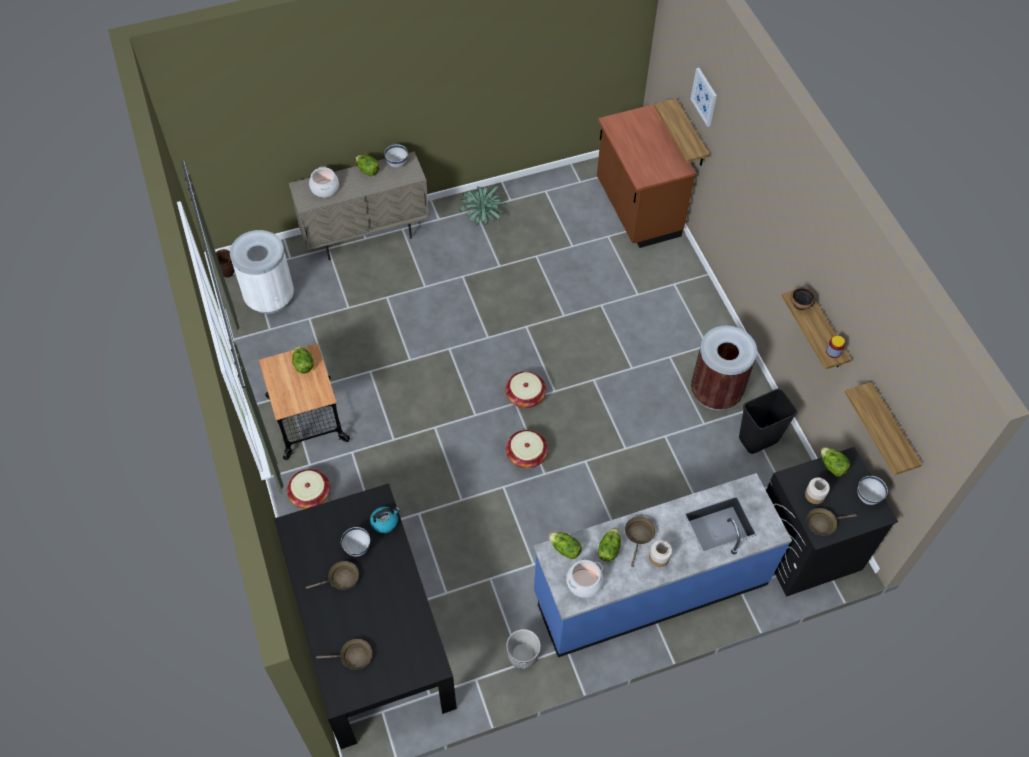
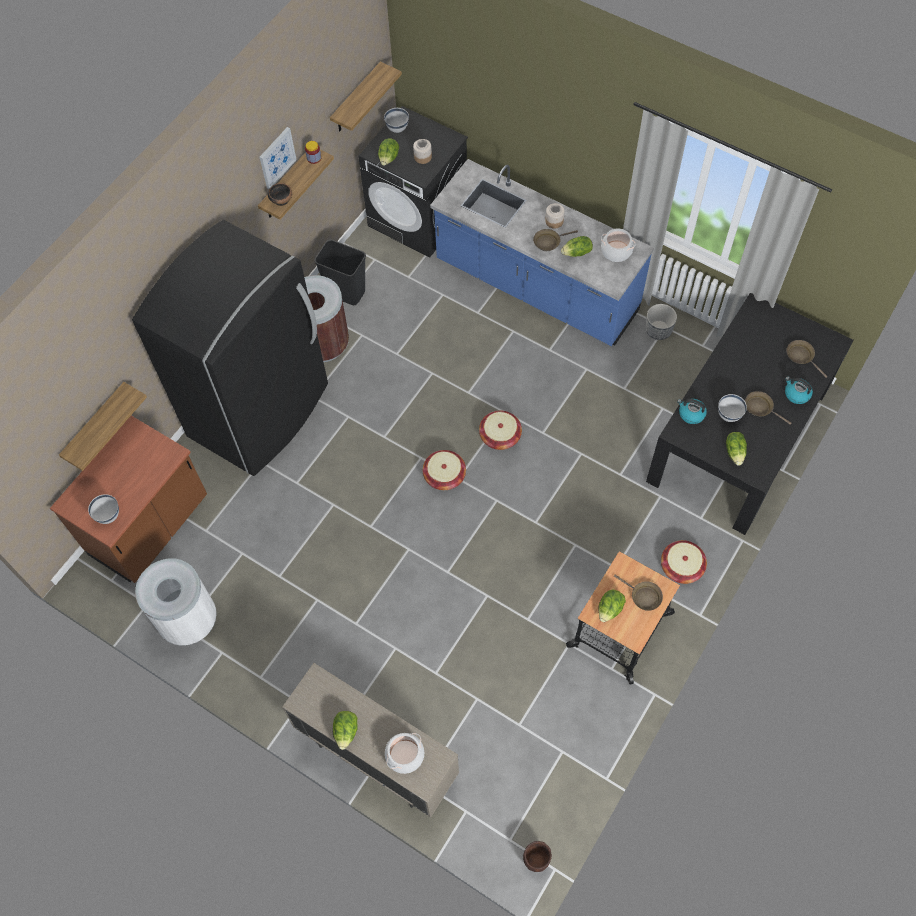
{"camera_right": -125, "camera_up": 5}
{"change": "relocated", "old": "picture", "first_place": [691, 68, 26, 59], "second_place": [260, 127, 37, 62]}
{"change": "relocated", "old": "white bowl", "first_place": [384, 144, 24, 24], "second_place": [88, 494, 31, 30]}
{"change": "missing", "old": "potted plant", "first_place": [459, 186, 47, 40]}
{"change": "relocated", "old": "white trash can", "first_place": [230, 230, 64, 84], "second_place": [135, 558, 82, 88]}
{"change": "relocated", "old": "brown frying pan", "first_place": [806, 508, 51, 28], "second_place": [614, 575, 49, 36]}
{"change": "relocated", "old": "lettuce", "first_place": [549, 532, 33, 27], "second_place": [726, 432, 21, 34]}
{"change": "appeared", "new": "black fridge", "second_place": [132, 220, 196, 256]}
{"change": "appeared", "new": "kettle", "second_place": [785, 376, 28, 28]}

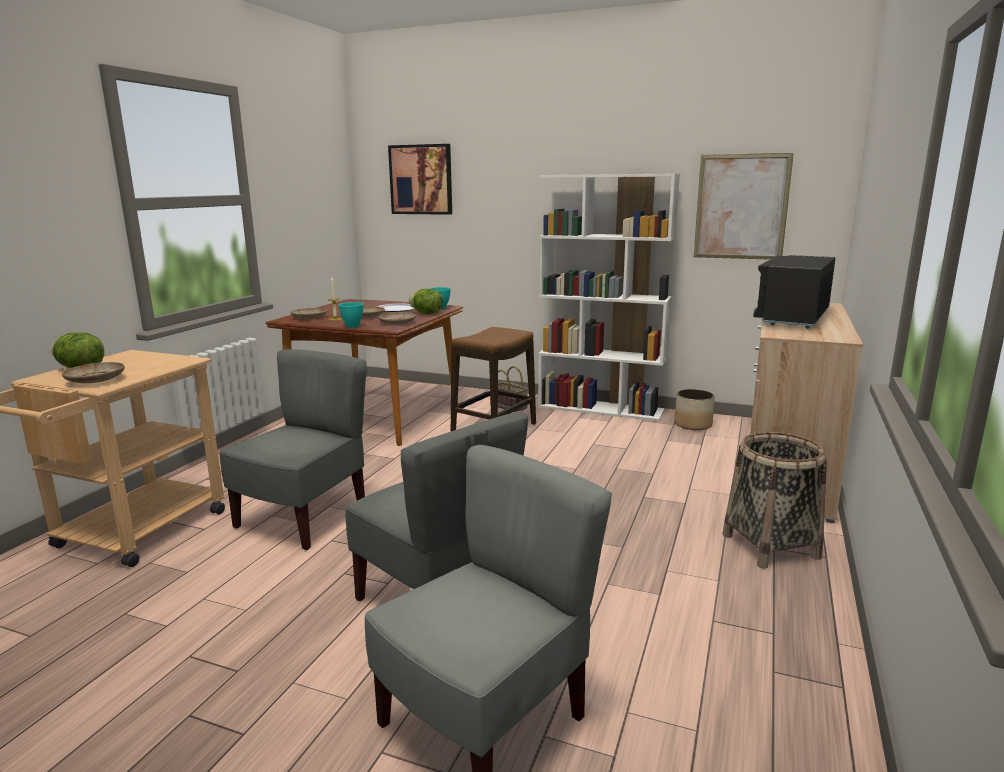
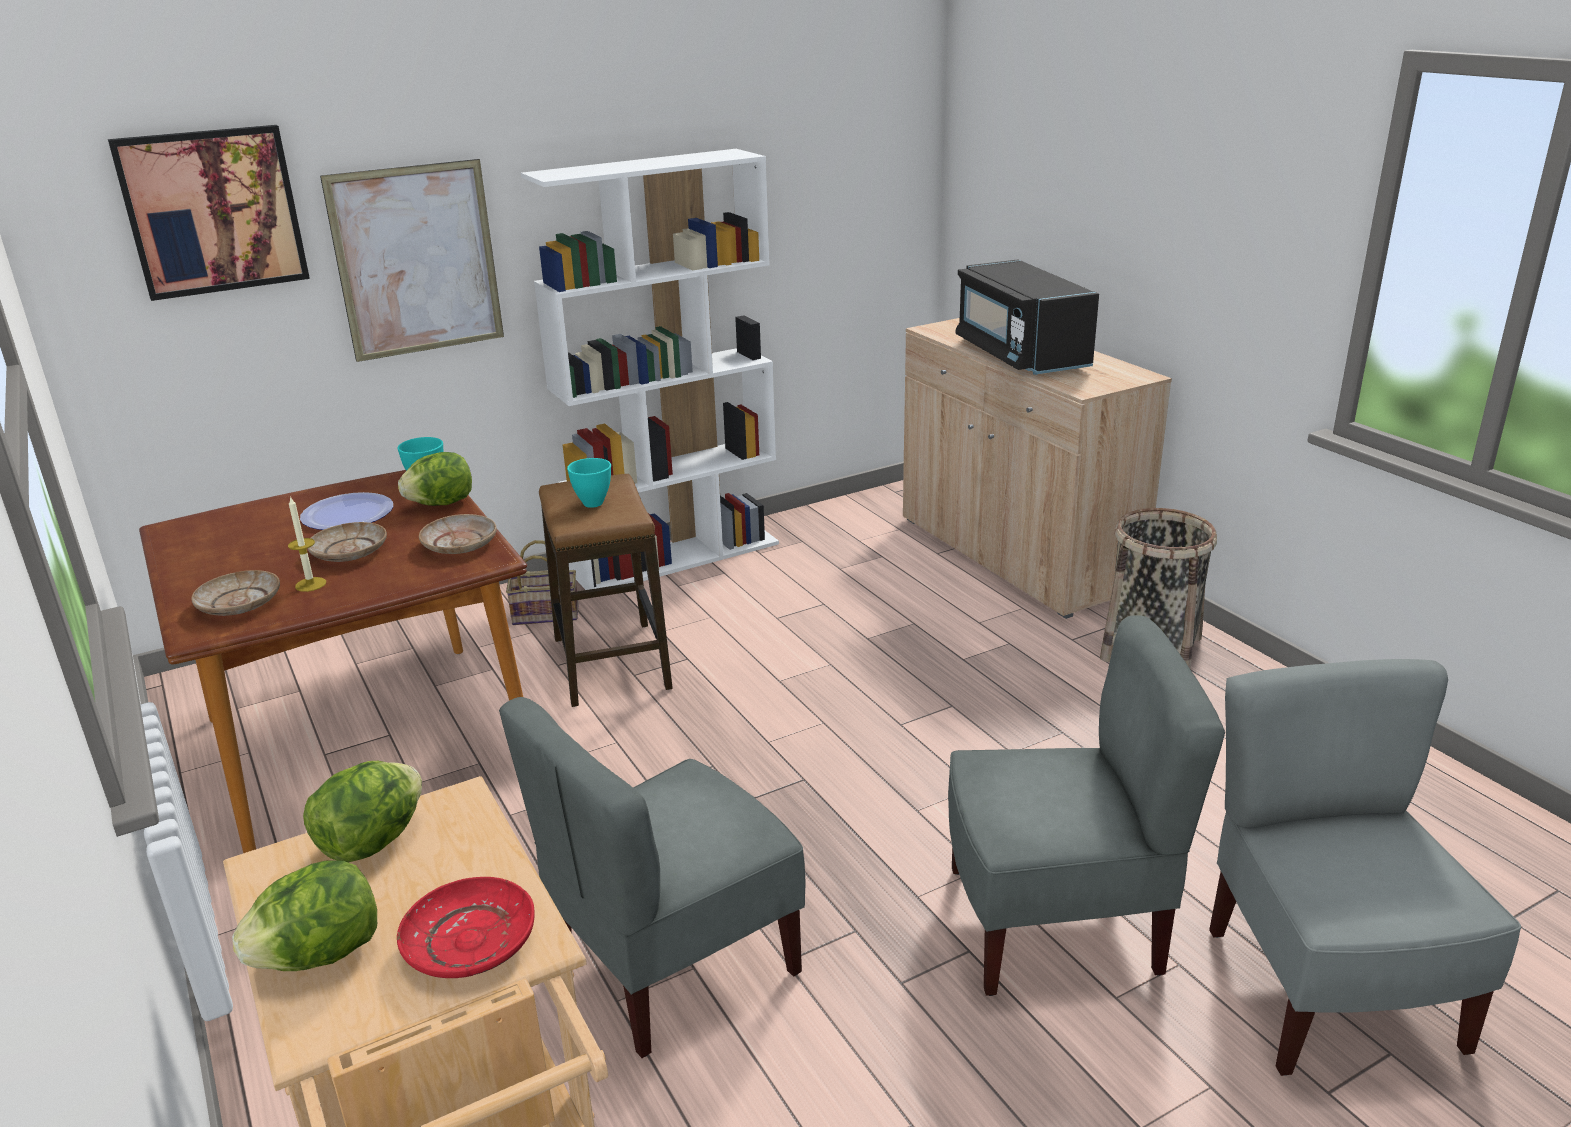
{"camera_right": -50, "camera_up": 10}
{"change": "relocated", "old": "picture", "first_place": [694, 153, 100, 107], "second_place": [320, 159, 184, 203]}
{"change": "relocated", "old": "turquoise bowl", "first_place": [339, 302, 25, 26], "second_place": [567, 458, 44, 50]}
{"change": "spun", "old": "grey chair", "first_place": [220, 349, 147, 201], "second_place": [499, 697, 307, 361], "degrees": -105}
{"change": "colour", "old": "beige plate", "new": "red plate", "first_place": [62, 362, 63, 21], "second_place": [397, 877, 138, 101]}
{"change": "missing", "old": "planter", "first_place": [674, 389, 41, 41]}
{"change": "appeared", "new": "lettuce", "second_place": [303, 761, 119, 101]}

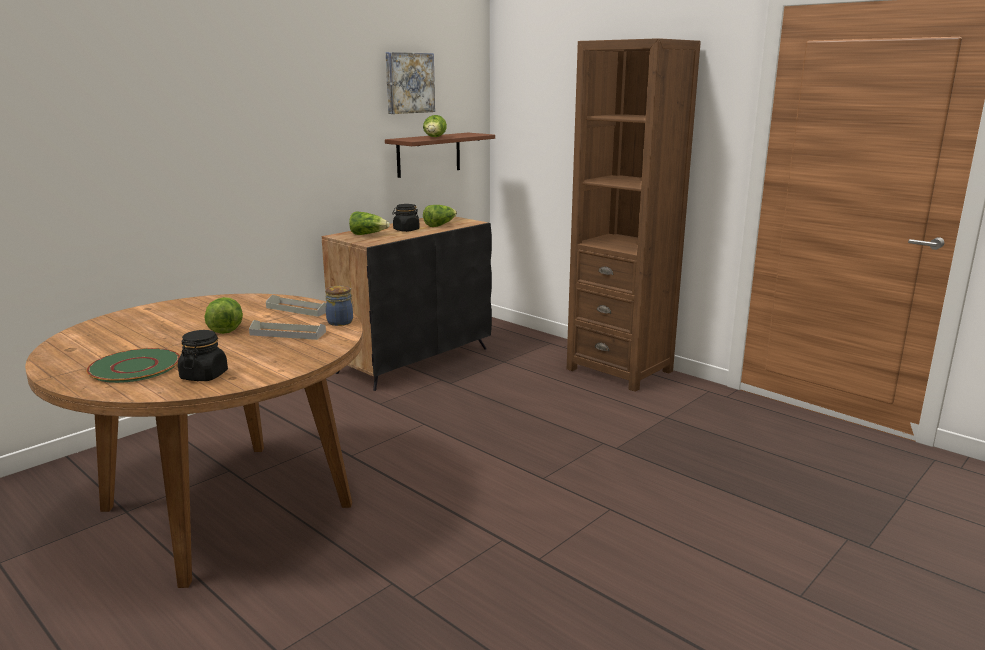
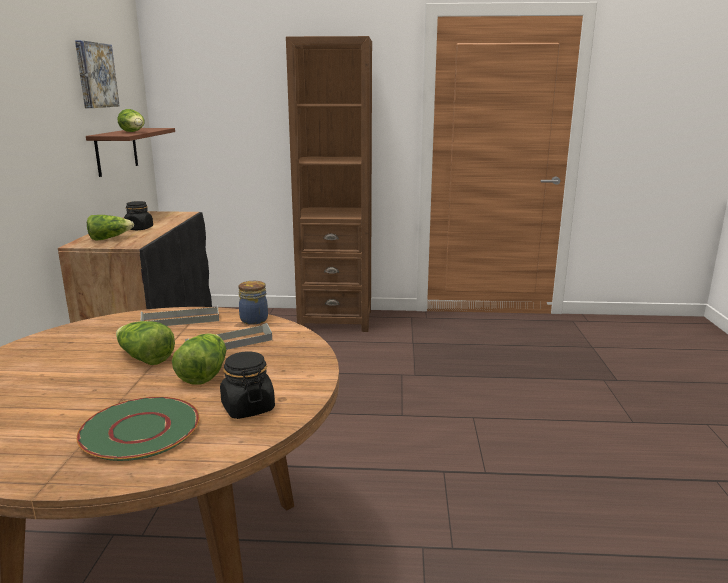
{"camera_right": -40, "camera_up": 0}
{"change": "relocated", "old": "lettuce", "first_place": [423, 205, 34, 22], "second_place": [172, 333, 54, 52]}

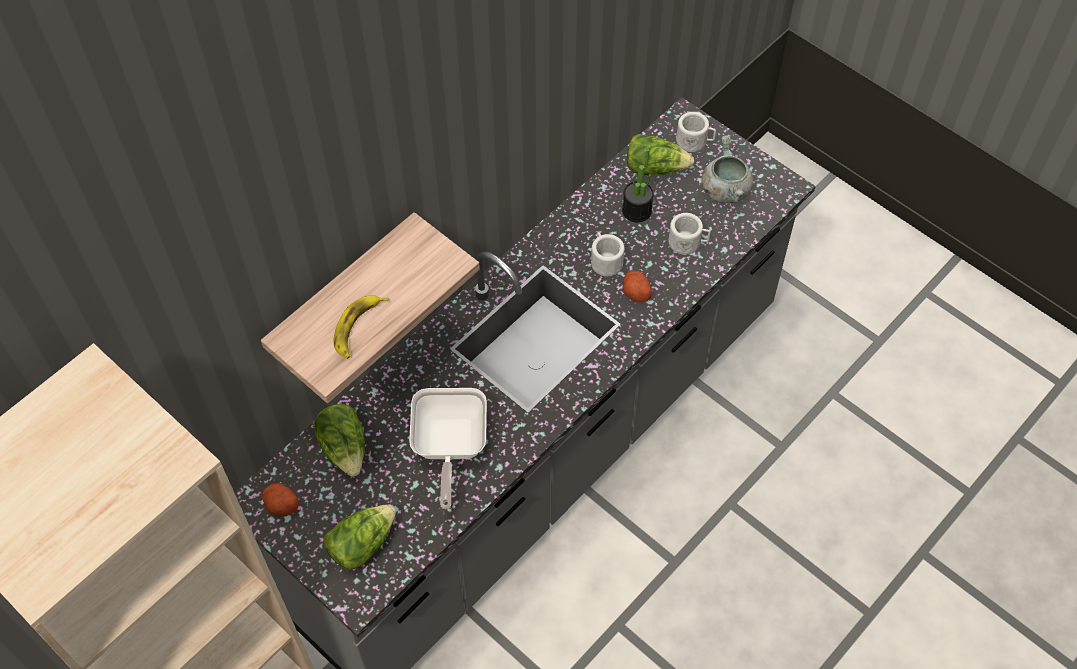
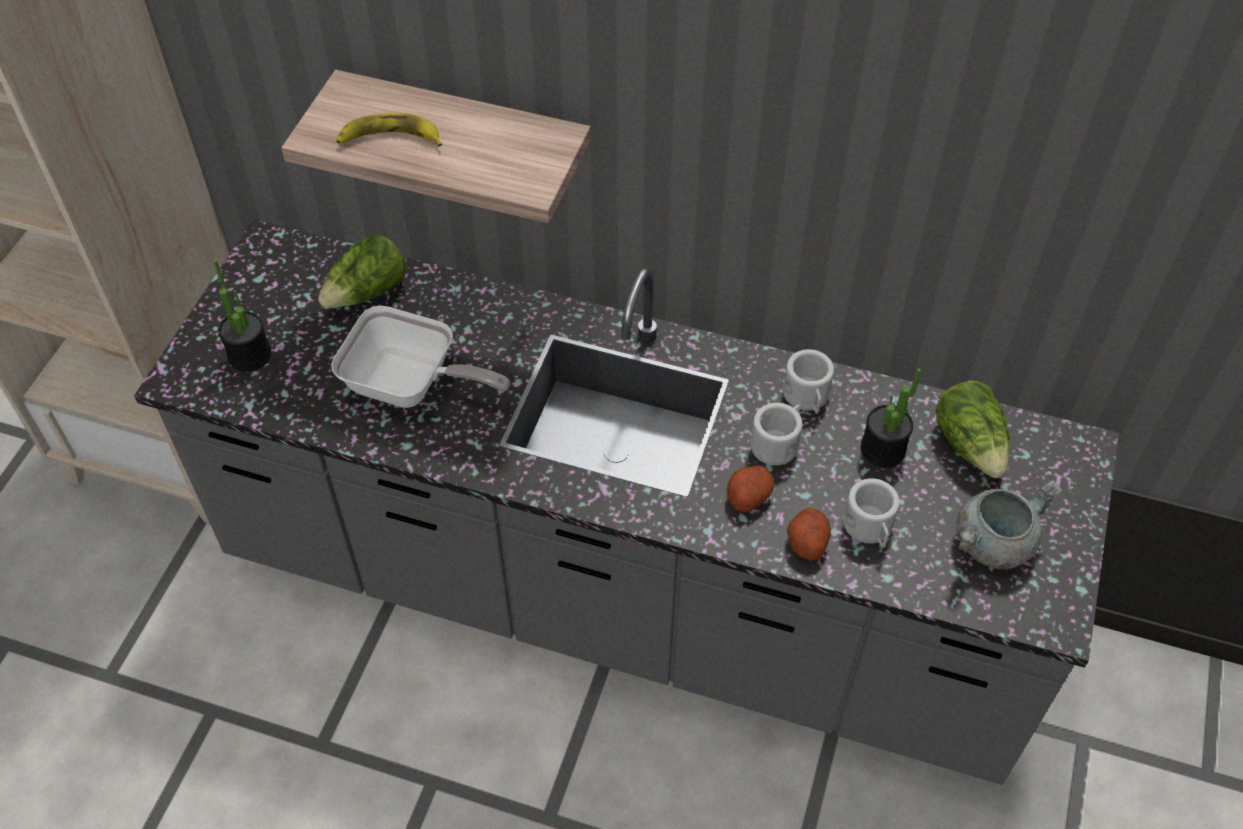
{"camera_right": 65, "camera_up": -5}
{"change": "relocated", "old": "white mug", "first_place": [676, 112, 40, 40], "second_place": [783, 349, 51, 65]}
{"change": "spun", "old": "frying pan", "first_place": [409, 388, 78, 121], "second_place": [331, 305, 179, 103], "degrees": -135}
{"change": "relocated", "old": "potato", "first_place": [262, 483, 37, 34], "second_place": [787, 508, 44, 52]}
{"change": "exchanged", "old": "lettuce", "new": "potted plant", "first_place": [323, 504, 73, 66], "second_place": [213, 260, 58, 111]}

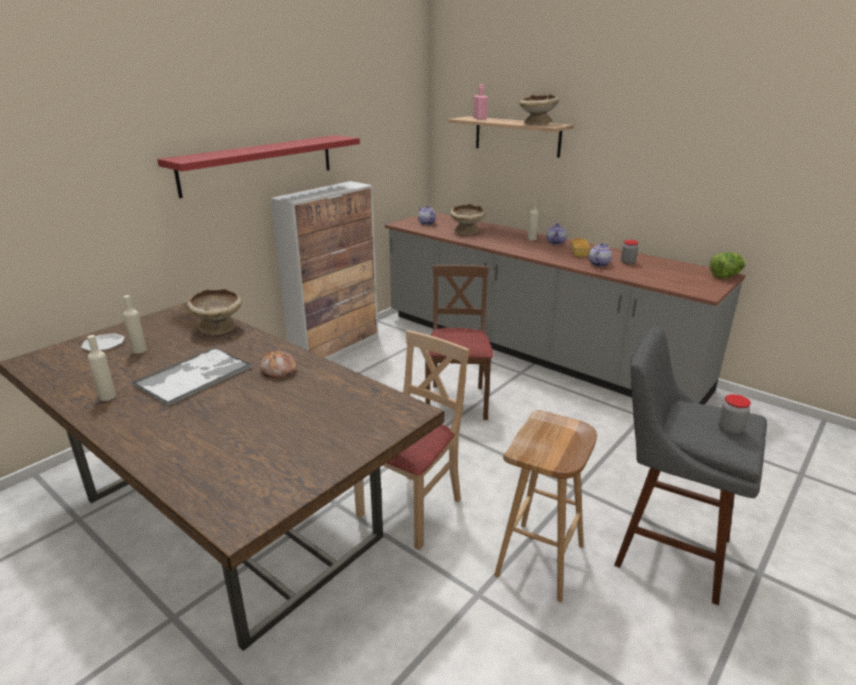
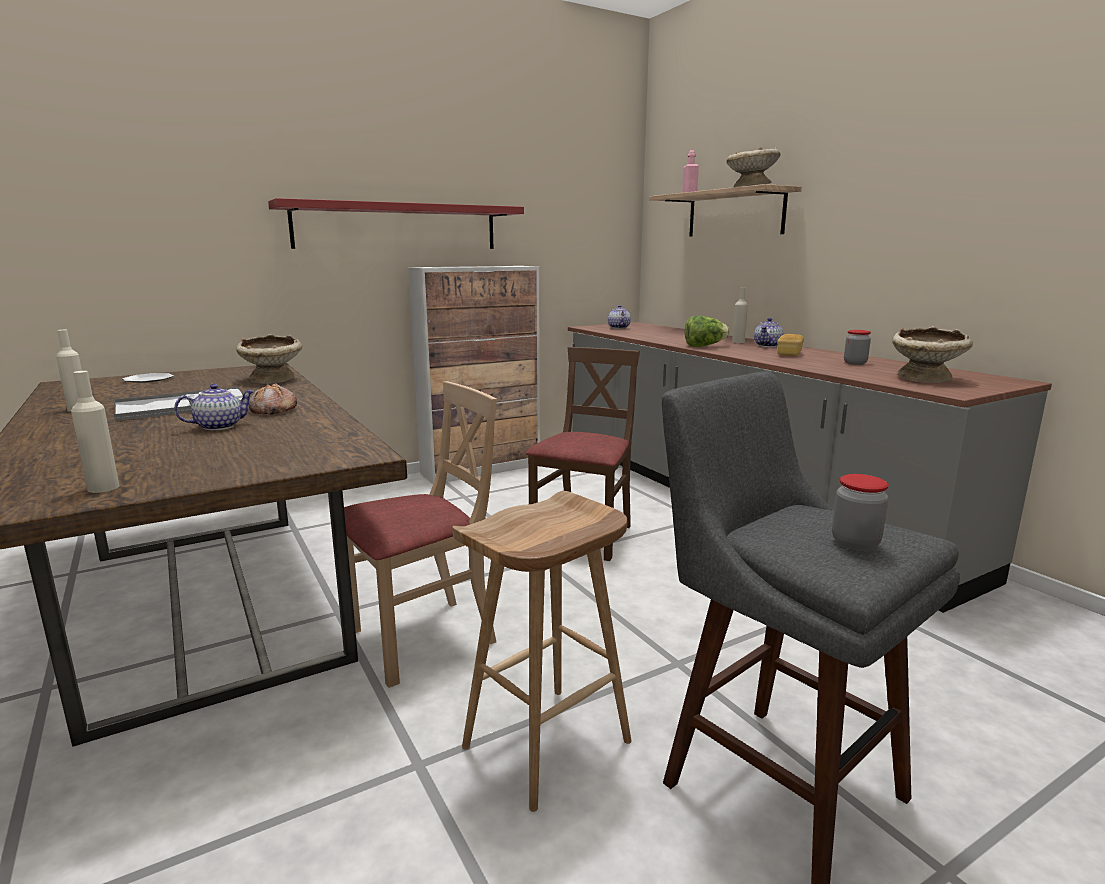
{"camera_right": 20, "camera_up": -10}
{"change": "relocated", "old": "beige bowl", "first_place": [450, 204, 36, 31], "second_place": [892, 326, 81, 57]}
{"change": "relocated", "old": "teapot", "first_place": [589, 243, 23, 24], "second_place": [174, 384, 81, 46]}
{"change": "relocated", "old": "lettuce", "first_place": [710, 252, 36, 27], "second_place": [685, 316, 44, 31]}
{"change": "relocated", "old": "beige bottle", "first_place": [123, 295, 24, 59], "second_place": [71, 371, 48, 122]}

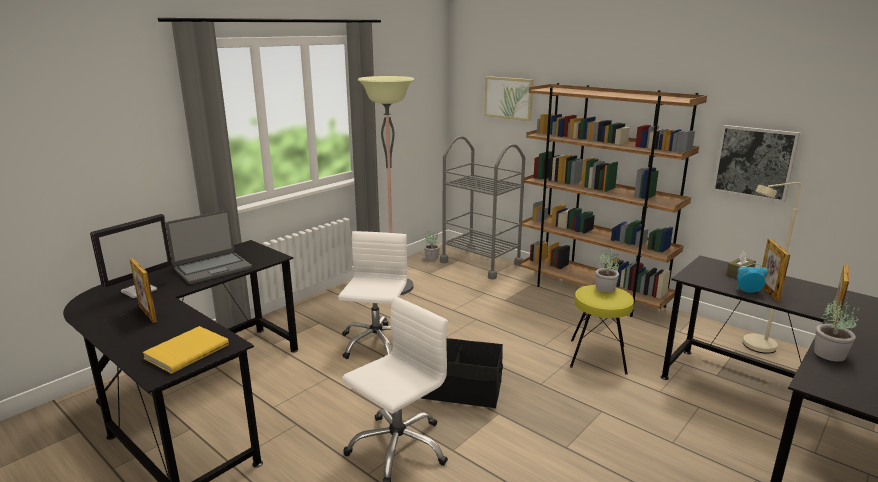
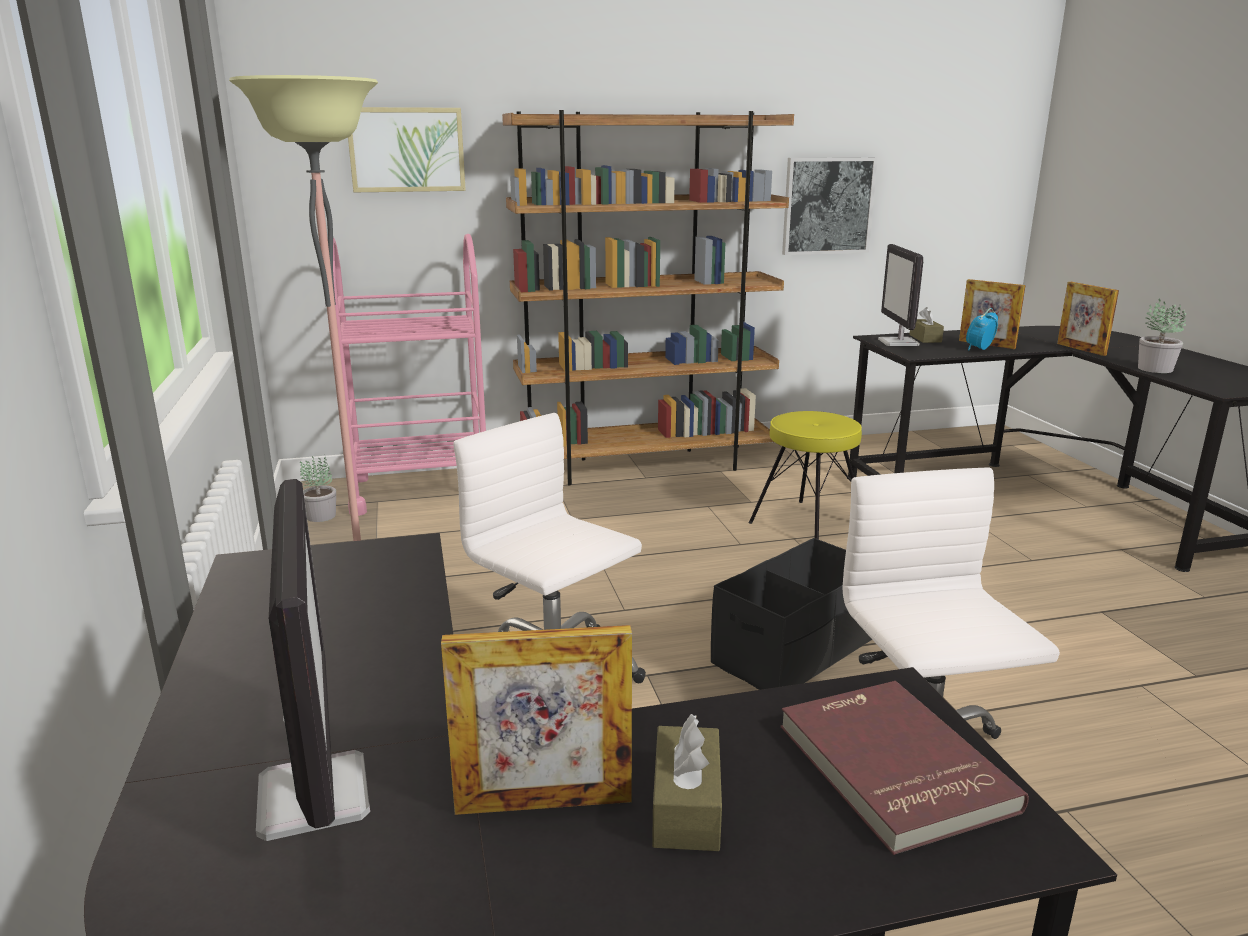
{"camera_right": -55, "camera_up": 0}
{"change": "colour", "old": "grey cart", "new": "pink cart", "first_place": [440, 136, 85, 144], "second_place": [333, 234, 153, 282]}
{"change": "missing", "old": "beige floor lamp", "first_place": [743, 182, 58, 172]}
{"change": "missing", "old": "laptop", "first_place": [166, 210, 86, 74]}
{"change": "missing", "old": "potted plant", "first_place": [596, 248, 23, 45]}
{"change": "colour", "old": "yellow book", "new": "red book", "first_place": [143, 326, 86, 48], "second_place": [780, 681, 249, 174]}
{"change": "appeared", "new": "monitor", "second_place": [878, 244, 45, 102]}
{"change": "appeared", "new": "brown tissue box", "second_place": [652, 714, 70, 137]}

